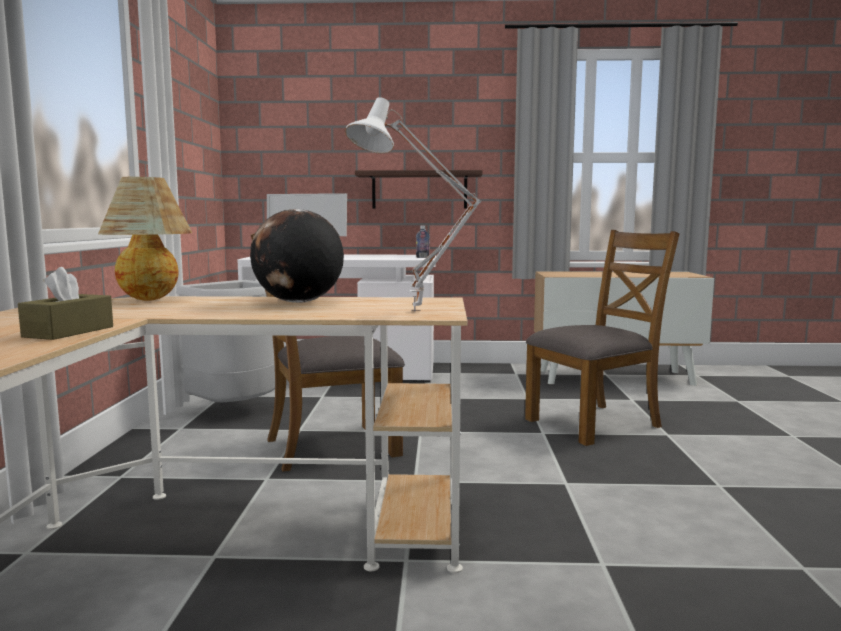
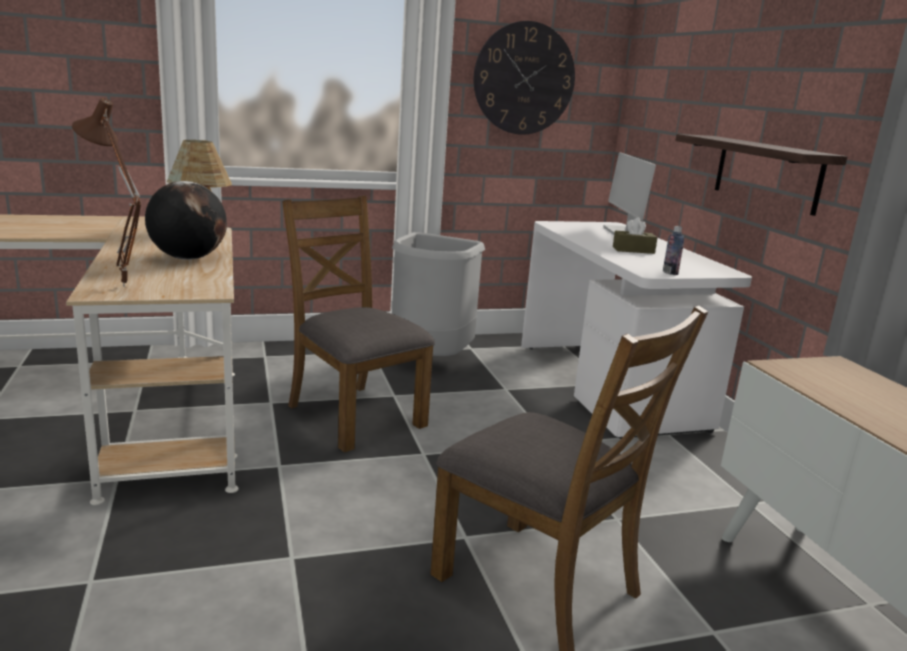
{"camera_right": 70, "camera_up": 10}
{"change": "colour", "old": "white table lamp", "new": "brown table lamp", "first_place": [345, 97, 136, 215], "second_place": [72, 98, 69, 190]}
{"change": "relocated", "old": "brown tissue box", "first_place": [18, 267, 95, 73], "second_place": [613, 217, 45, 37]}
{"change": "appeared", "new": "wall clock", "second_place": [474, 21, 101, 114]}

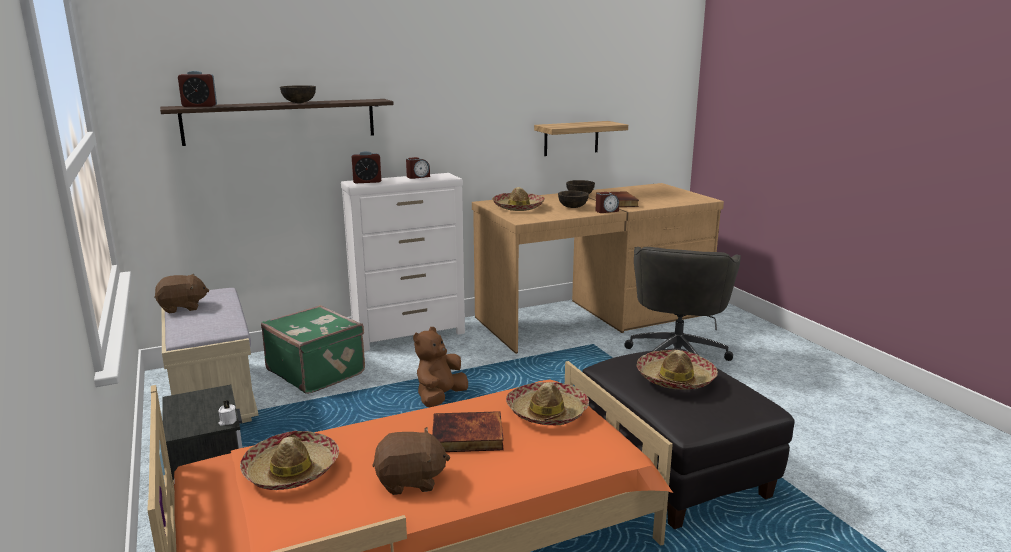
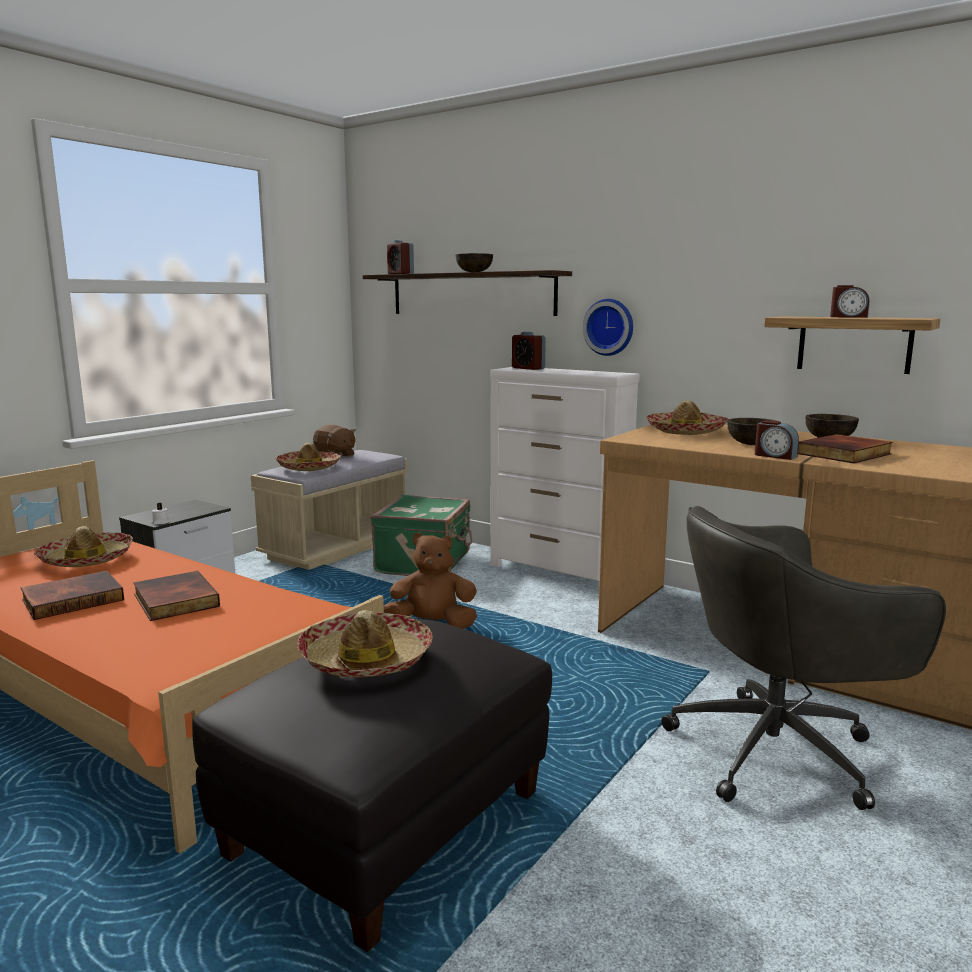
{"camera_right": 60, "camera_up": -5}
{"change": "relocated", "old": "alarm clock", "first_place": [406, 157, 24, 22], "second_place": [830, 285, 40, 33]}
{"change": "relocated", "old": "hat", "first_place": [506, 382, 83, 44], "second_place": [275, 443, 66, 28]}
{"change": "exchanged", "old": "brown plush toy", "new": "book", "first_place": [373, 427, 77, 68], "second_place": [21, 571, 103, 49]}
{"change": "appeared", "new": "wall clock", "second_place": [583, 299, 50, 57]}

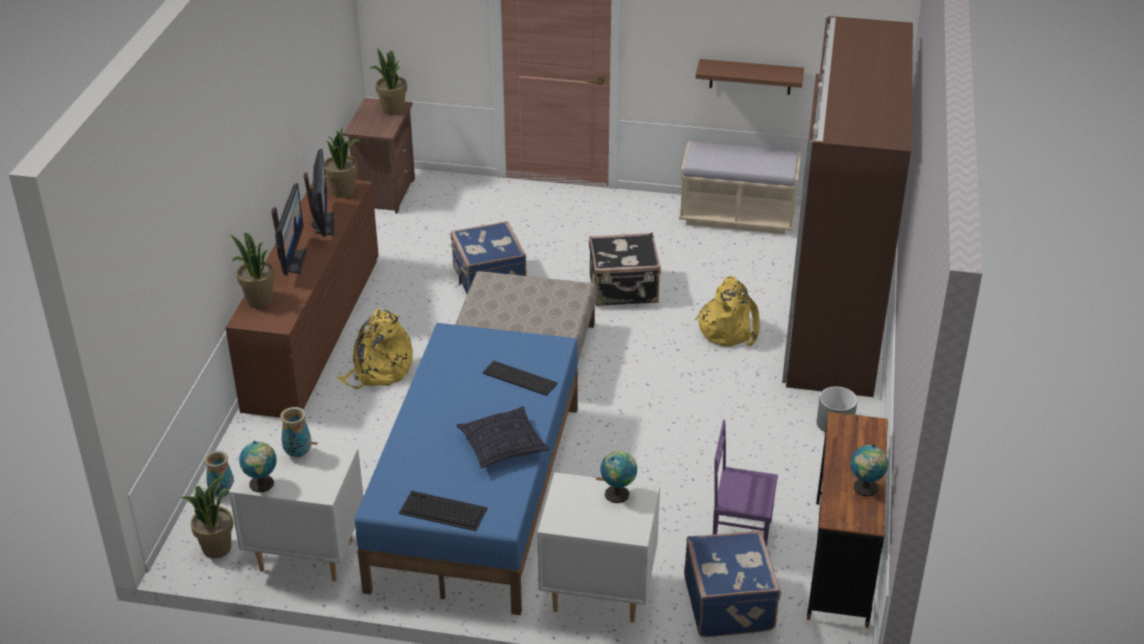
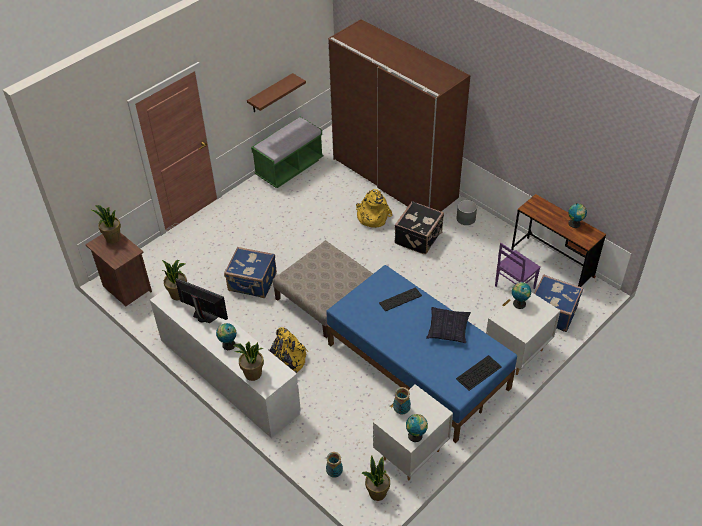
{"camera_right": -55, "camera_up": 10}
{"change": "colour", "old": "beige bench", "new": "green bench", "first_place": [679, 141, 122, 93], "second_place": [251, 116, 72, 72]}
{"change": "colour", "old": "brown dresser", "new": "white dresser", "first_place": [225, 177, 154, 240], "second_place": [150, 289, 151, 149]}
{"change": "exchanged", "old": "monitor", "new": "globe", "first_place": [271, 183, 36, 93], "second_place": [216, 323, 20, 27]}
{"change": "relocated", "old": "black suitcase", "first_place": [589, 233, 72, 73], "second_place": [395, 201, 49, 53]}

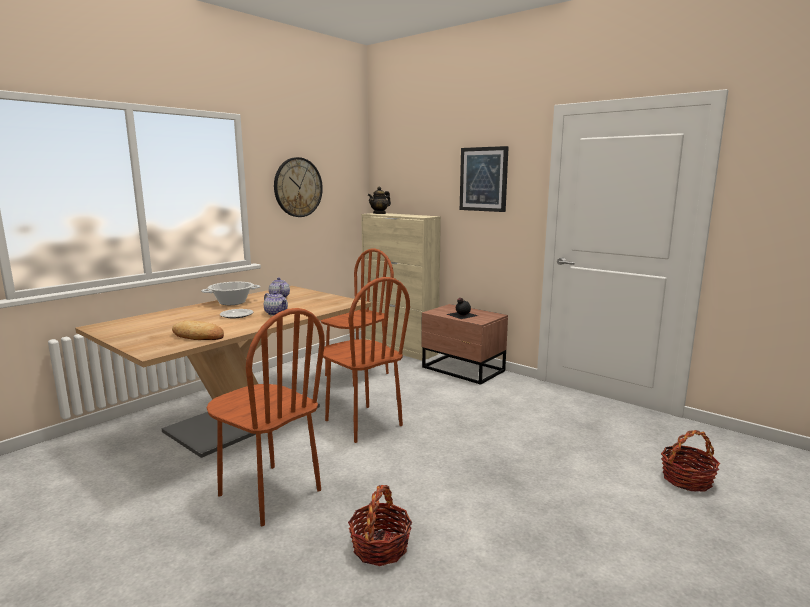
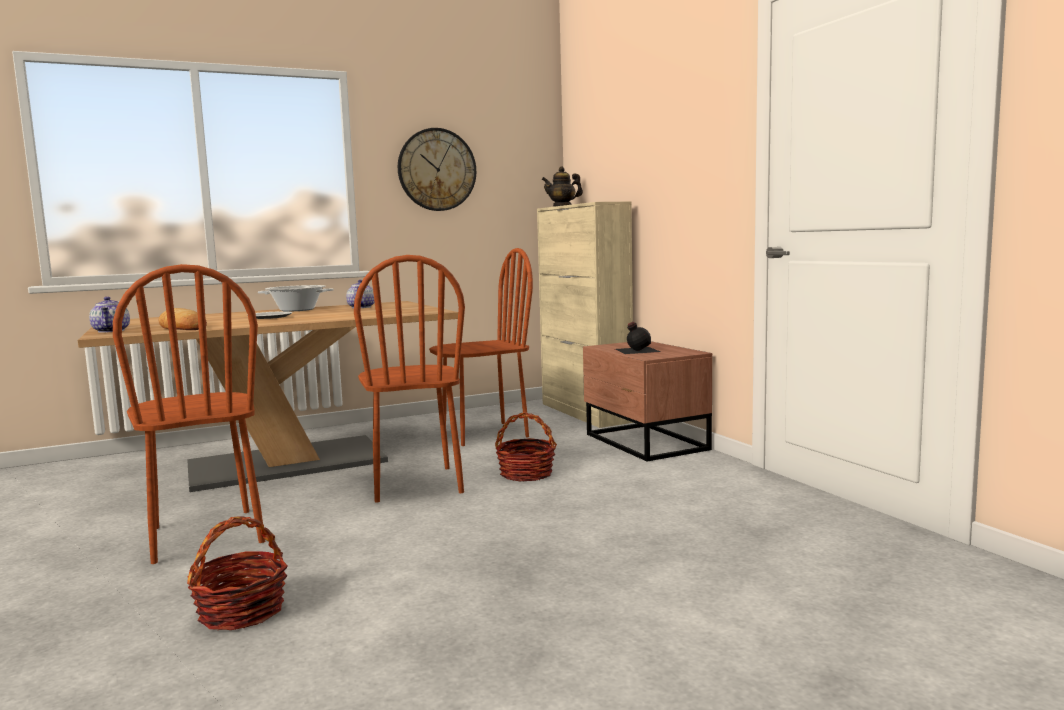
{"camera_right": 25, "camera_up": -5}
{"change": "missing", "old": "picture", "first_place": [460, 146, 49, 66]}
{"change": "relocated", "old": "teapot", "first_place": [264, 291, 24, 25], "second_place": [89, 297, 41, 36]}
{"change": "relocated", "old": "basket", "first_place": [661, 430, 59, 62], "second_place": [495, 412, 62, 69]}

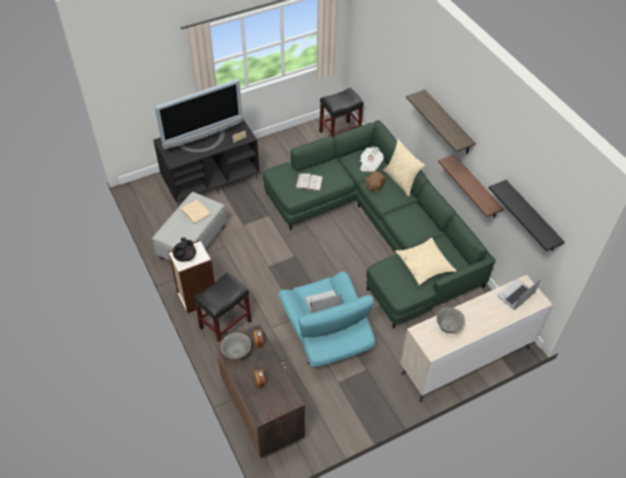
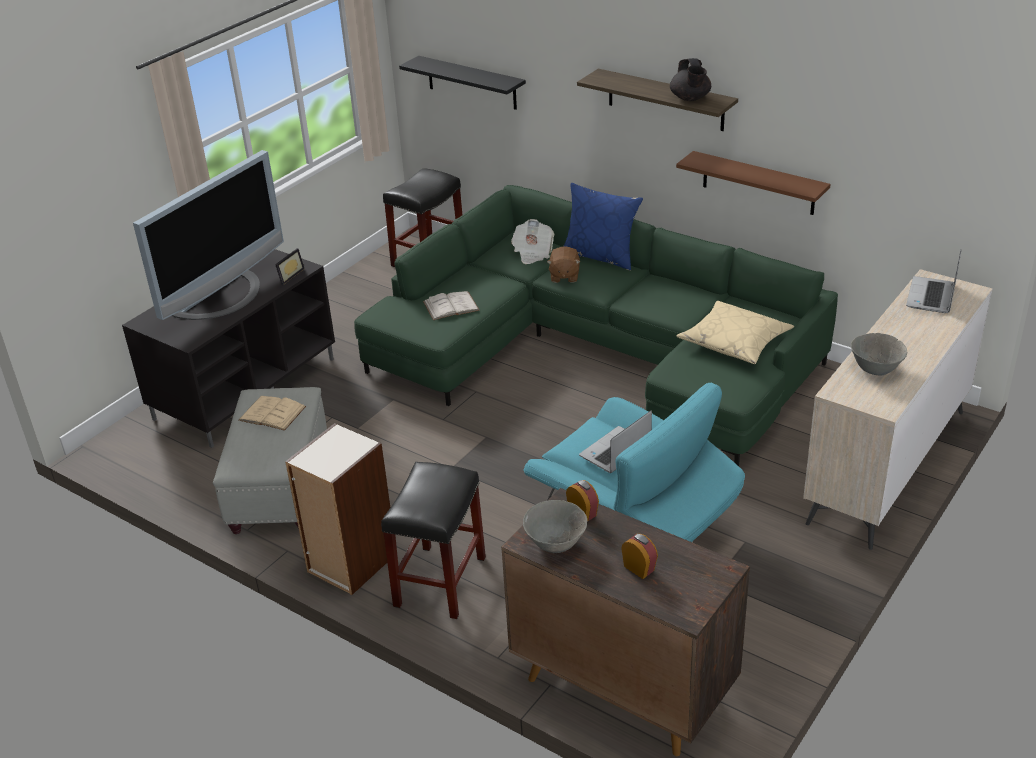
{"camera_right": -25, "camera_up": -15}
{"change": "colour", "old": "beige pillow", "new": "blue pillow", "first_place": [383, 139, 42, 58], "second_place": [563, 183, 80, 88]}
{"change": "relocated", "old": "black shelf", "first_place": [489, 180, 76, 71], "second_place": [399, 56, 127, 54]}
{"change": "relocated", "old": "black teapot", "first_place": [173, 237, 23, 25], "second_place": [670, 58, 41, 43]}

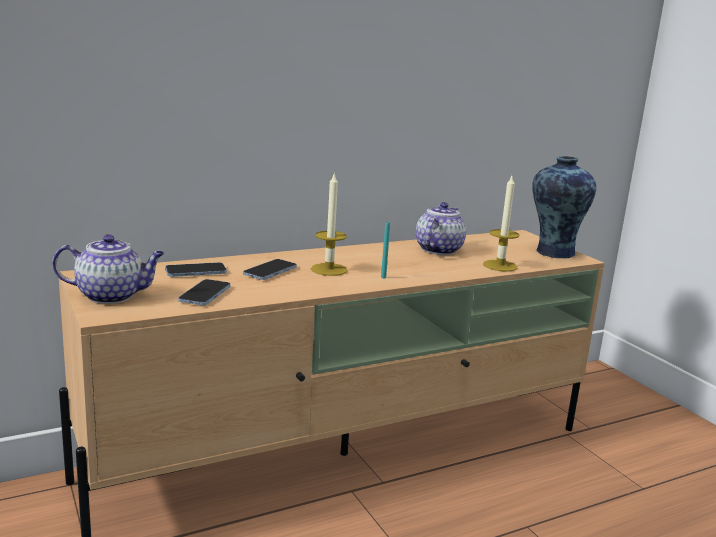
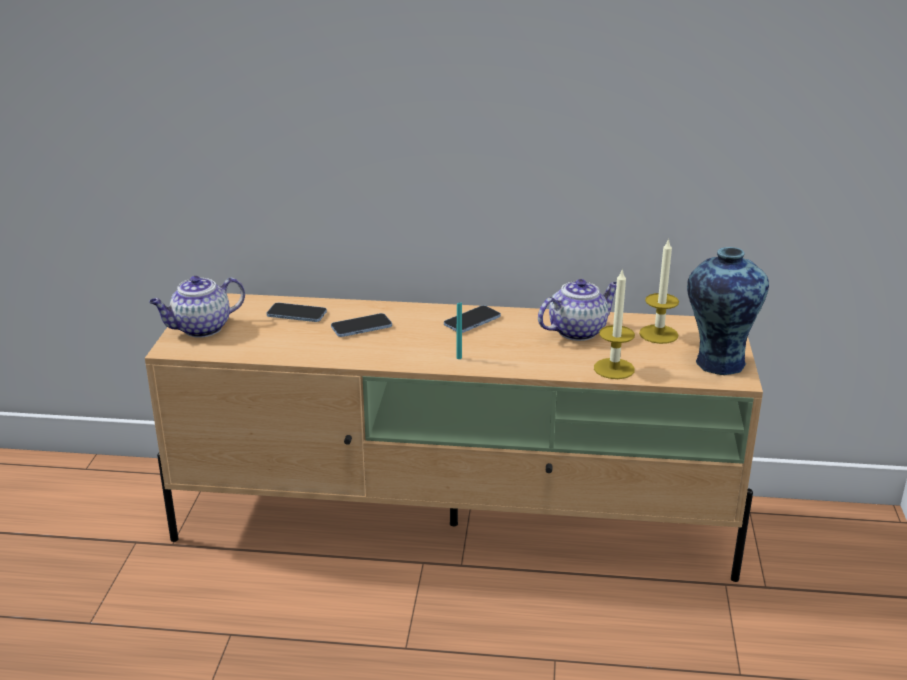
{"camera_right": 35, "camera_up": 10}
{"change": "relocated", "old": "candle", "first_place": [311, 172, 36, 104], "second_place": [639, 238, 40, 106]}
{"change": "spun", "old": "teapot", "first_place": [52, 234, 113, 70], "second_place": [149, 276, 96, 62], "degrees": 120}
{"change": "relocated", "old": "phone", "first_place": [178, 279, 53, 26], "second_place": [444, 305, 57, 28]}

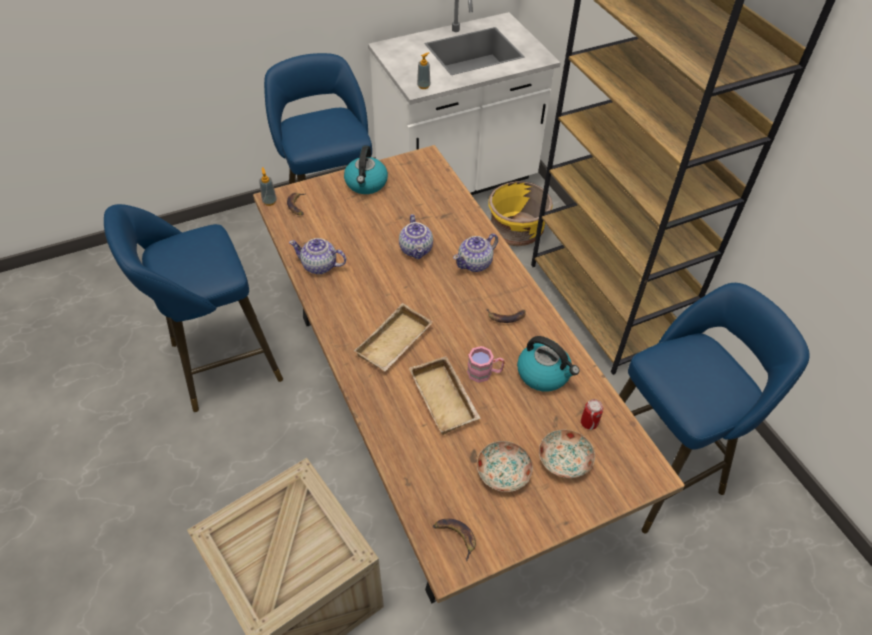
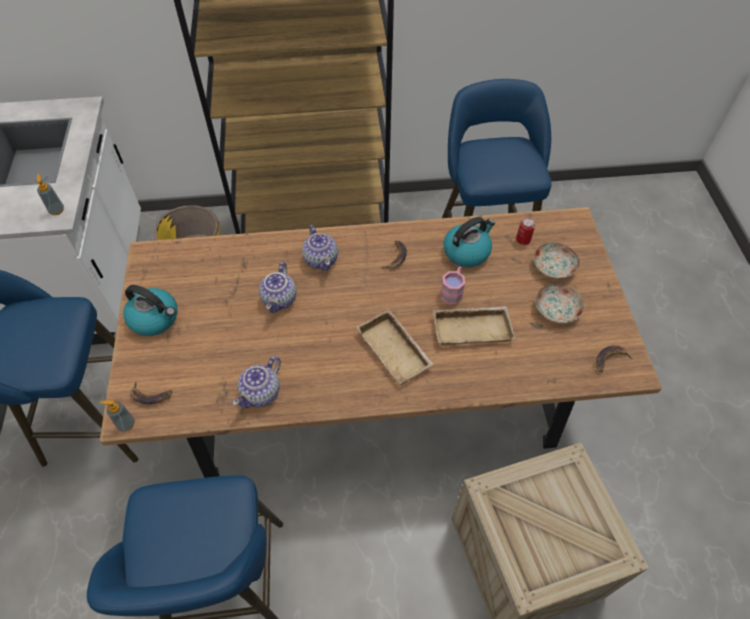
{"camera_right": -70, "camera_up": 5}
{"change": "spun", "old": "teapot", "first_place": [399, 214, 34, 45], "second_place": [259, 262, 37, 51], "degrees": 90}

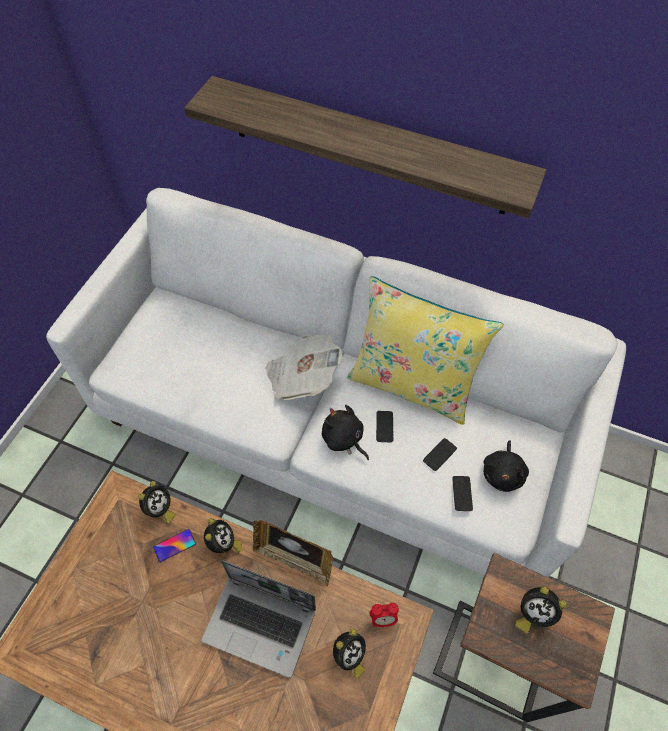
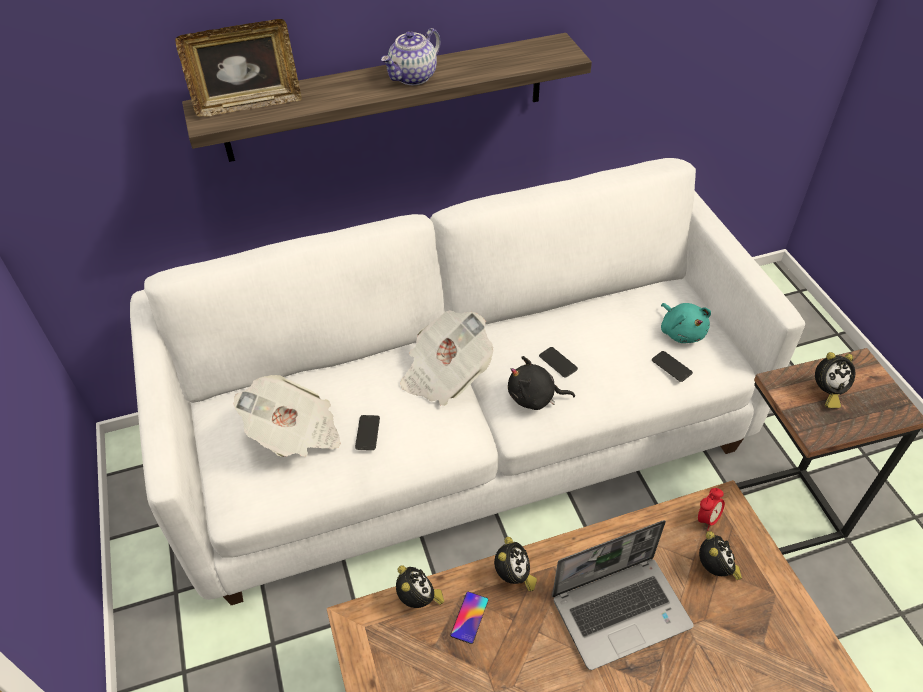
{"camera_right": -40, "camera_up": -10}
{"change": "missing", "old": "yellow pillow", "first_place": [347, 276, 157, 149]}
{"change": "relocated", "old": "phone", "first_place": [423, 438, 34, 33], "second_place": [355, 415, 25, 35]}
{"change": "colour", "old": "black plush toy", "new": "turquoise plush toy", "first_place": [484, 440, 45, 52], "second_place": [661, 303, 50, 40]}
{"change": "spun", "old": "alarm clock", "first_place": [204, 518, 38, 35], "second_place": [494, 537, 43, 54], "degrees": 60}
{"change": "relocated", "old": "picture frame", "first_place": [253, 520, 80, 66], "second_place": [175, 19, 127, 98]}
{"change": "appeared", "new": "teapot", "second_place": [381, 28, 60, 57]}
{"change": "appeared", "new": "newspaper", "second_place": [234, 375, 107, 82]}

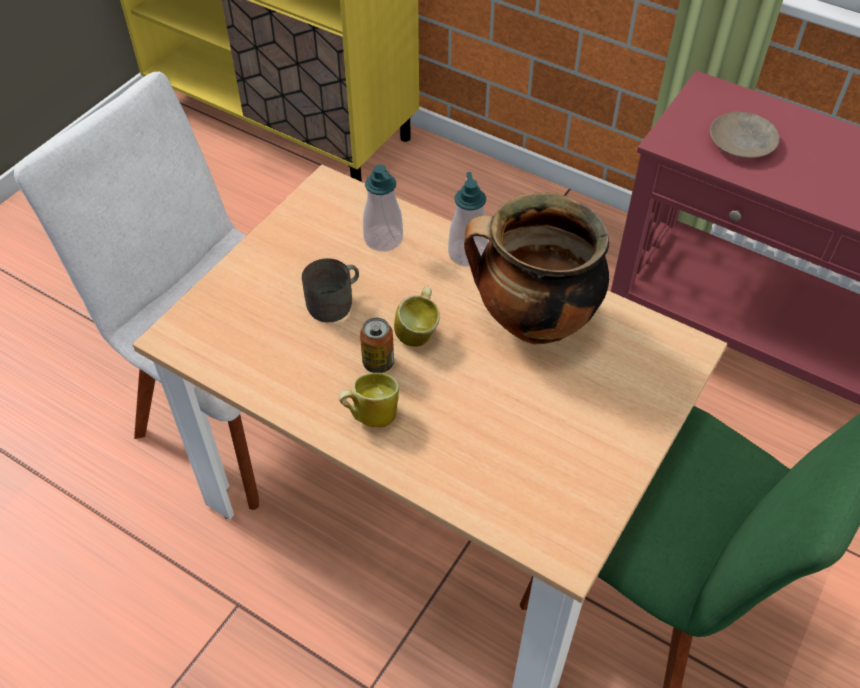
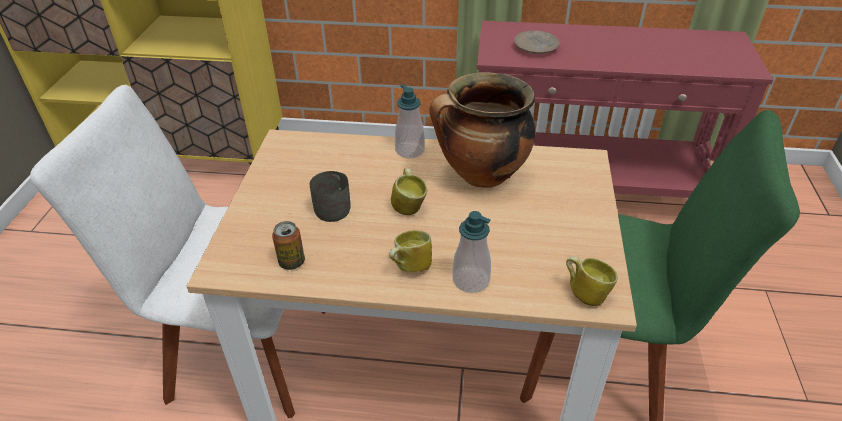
{"camera_right": -25, "camera_up": -10}
{"change": "relocated", "old": "soap dispenser", "first_place": [363, 165, 40, 86], "second_place": [452, 211, 39, 82]}
{"change": "relocated", "old": "can", "first_place": [360, 318, 34, 55], "second_place": [272, 221, 33, 49]}
{"change": "appeared", "new": "mug", "second_place": [566, 256, 52, 50]}

